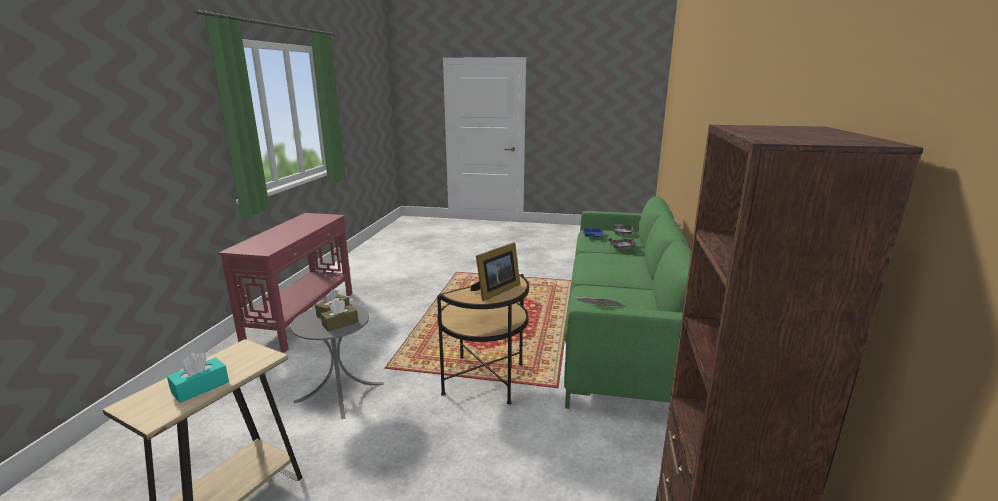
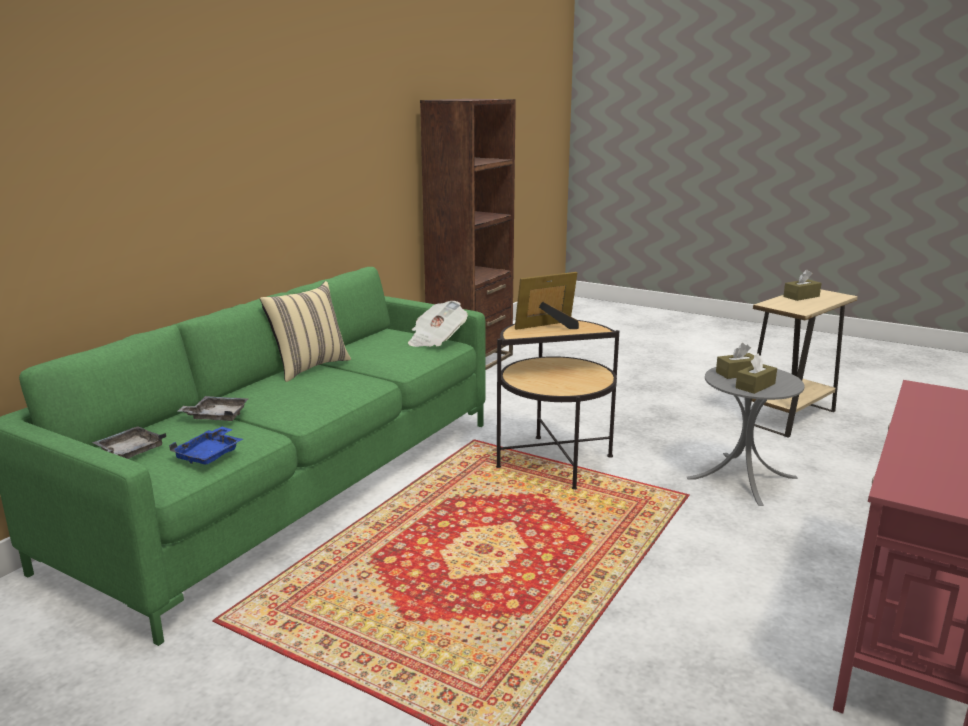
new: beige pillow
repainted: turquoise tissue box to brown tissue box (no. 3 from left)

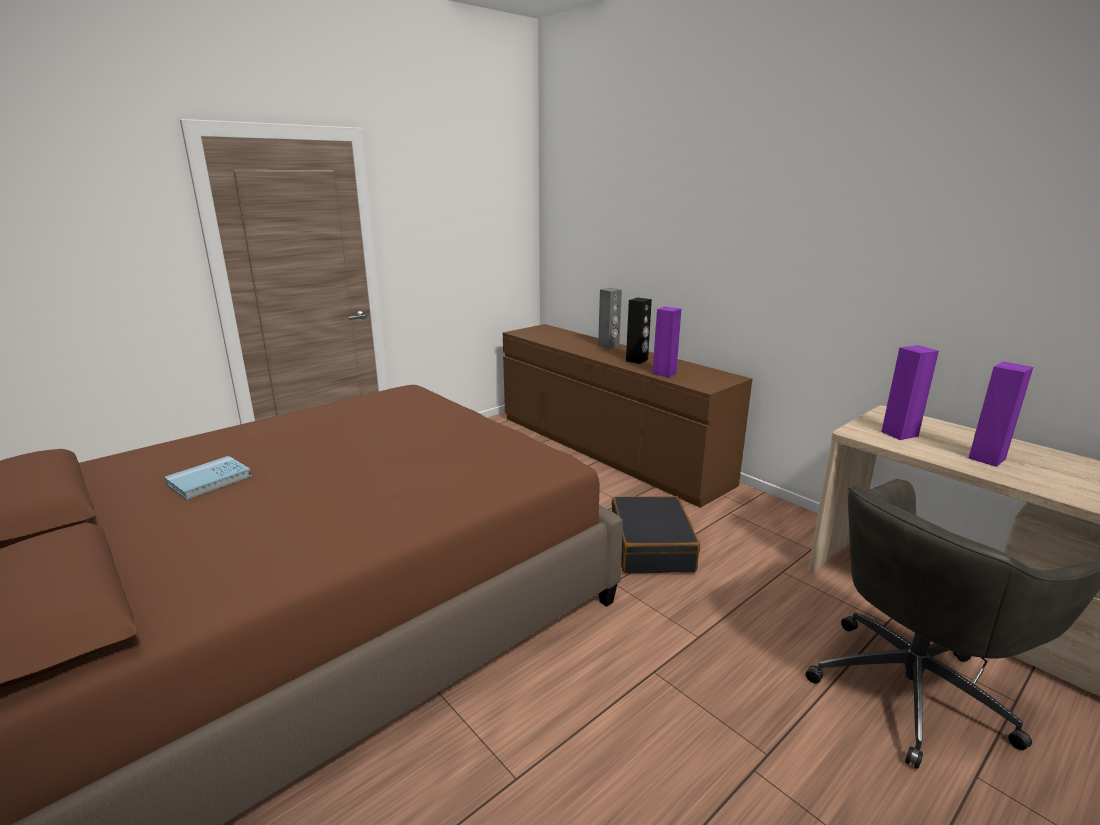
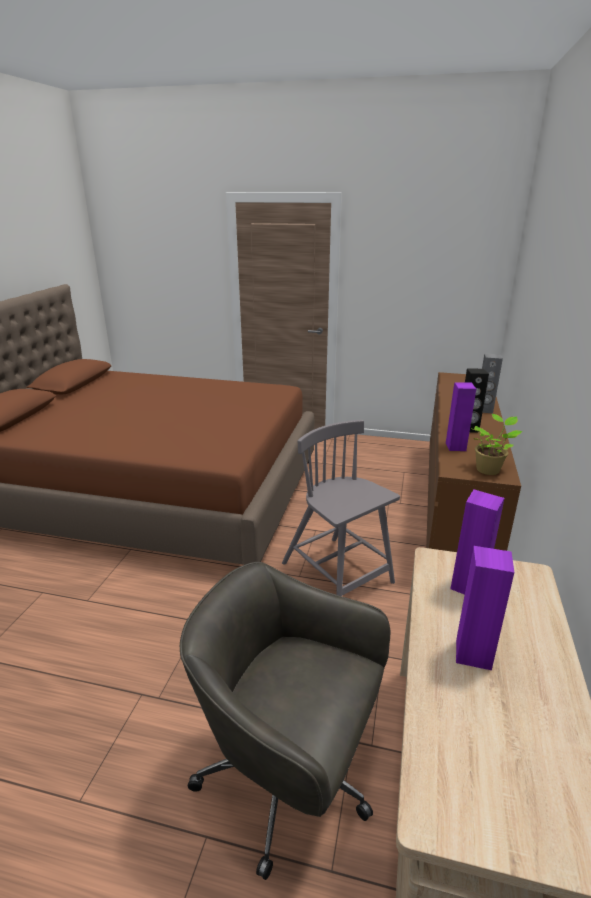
gone: blue book
new: potted plant
swapped: black suitcase to grey chair

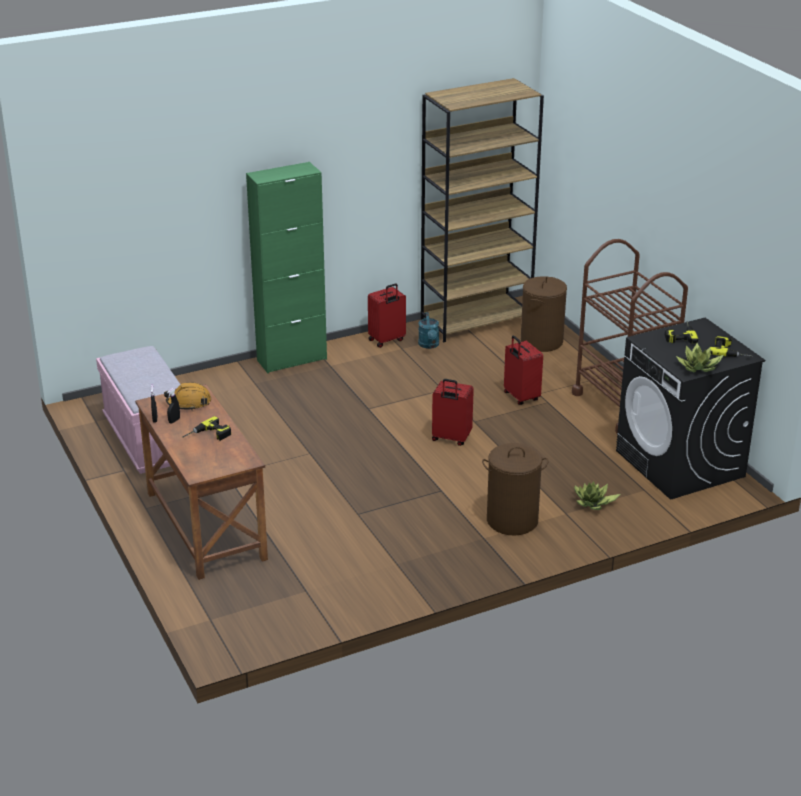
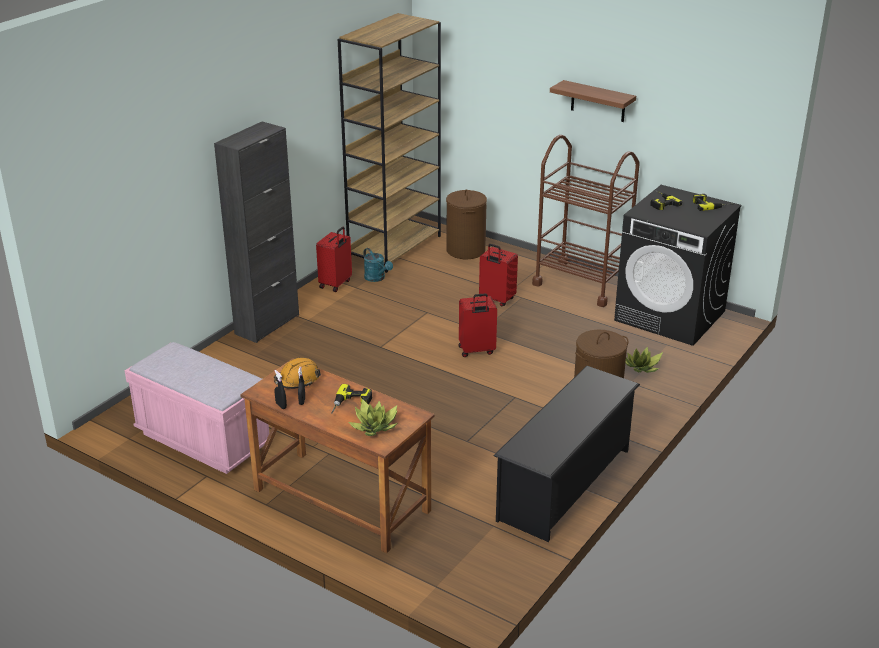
new: black shoe rack; shelf
shifted: potted plant (no. 2 from left in the first image) to potted plant (no. 1 from left)
repainted: green cabinet to black cabinet

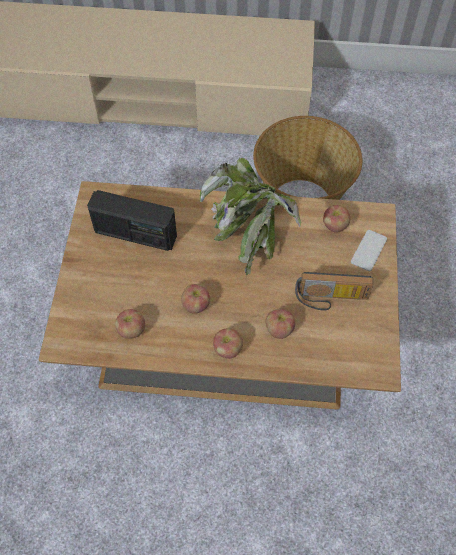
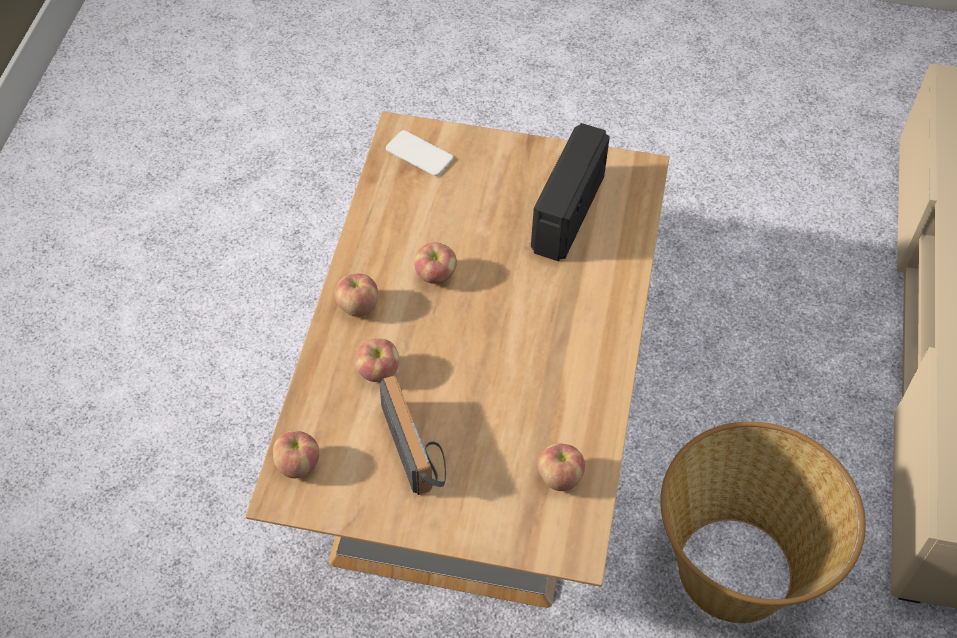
gone: potted plant
shifted: apple (no. 1 from left); phone
rotated: radio (no. 2 from left in the first image) 150 degrees clockwise

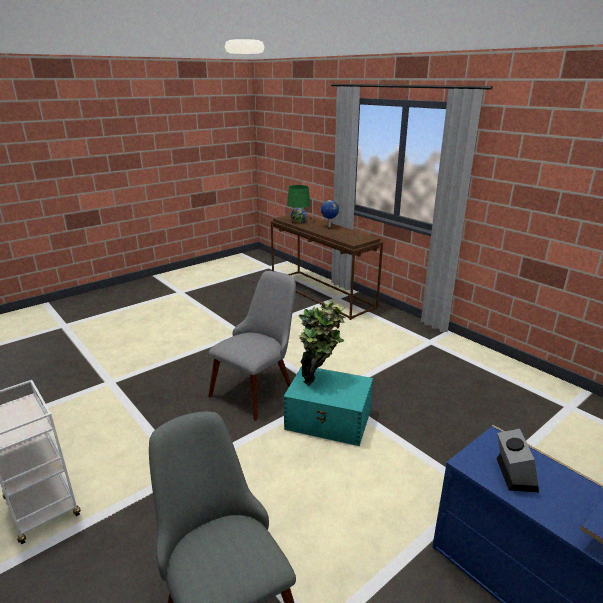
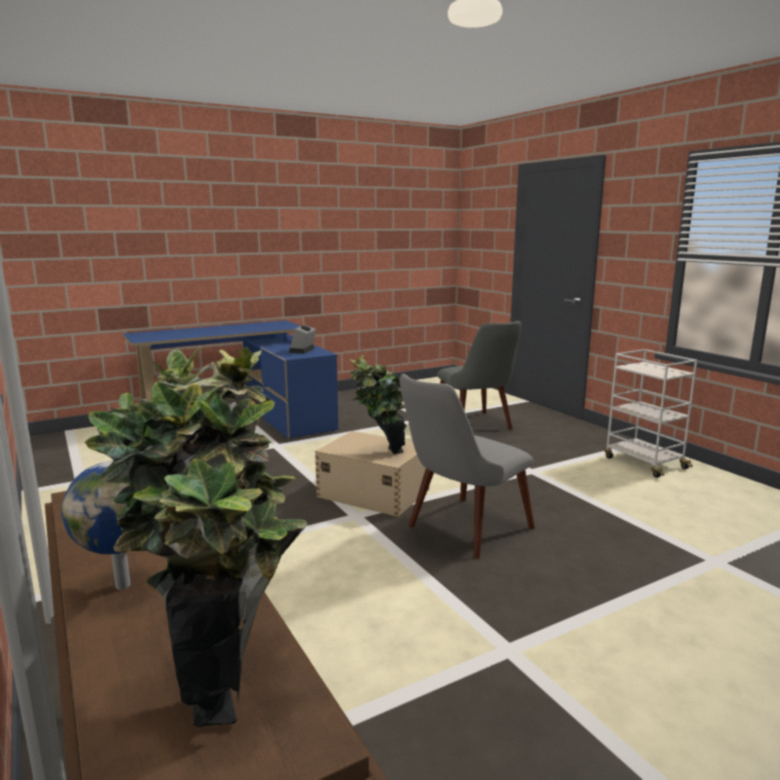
swapped: green table lamp to potted plant (no. 1 from left)
repainted: turquoise storage box to beige storage box

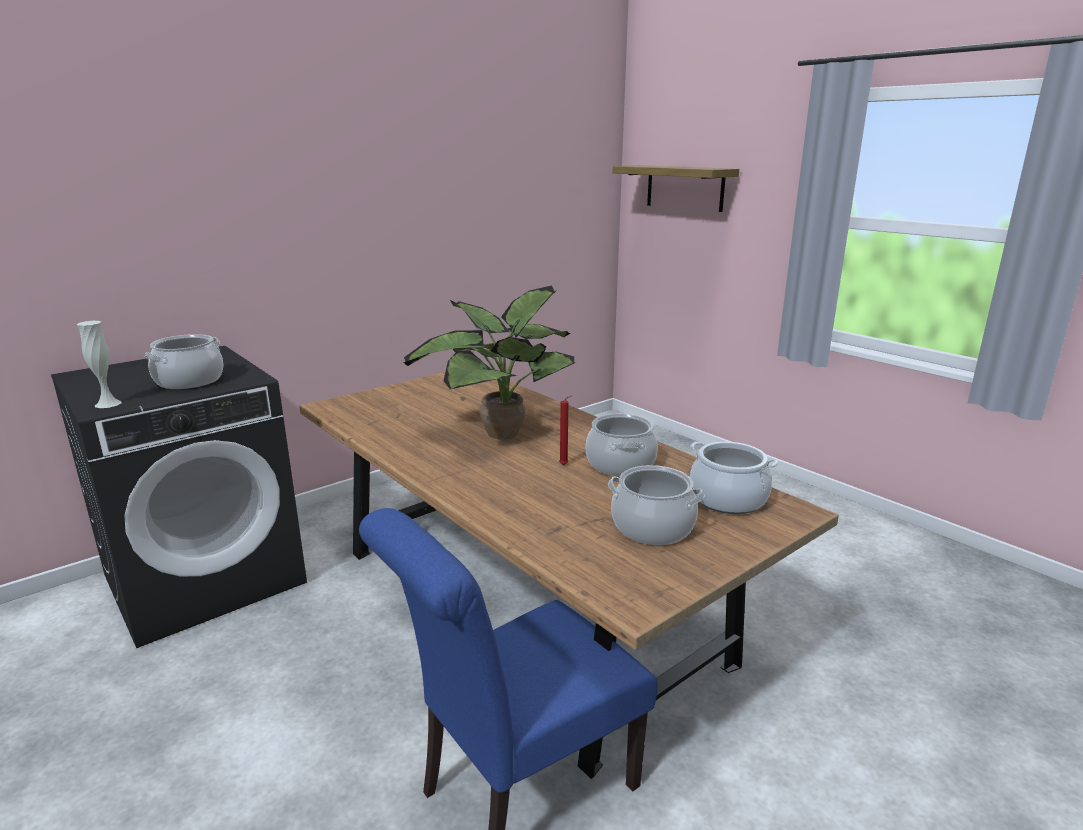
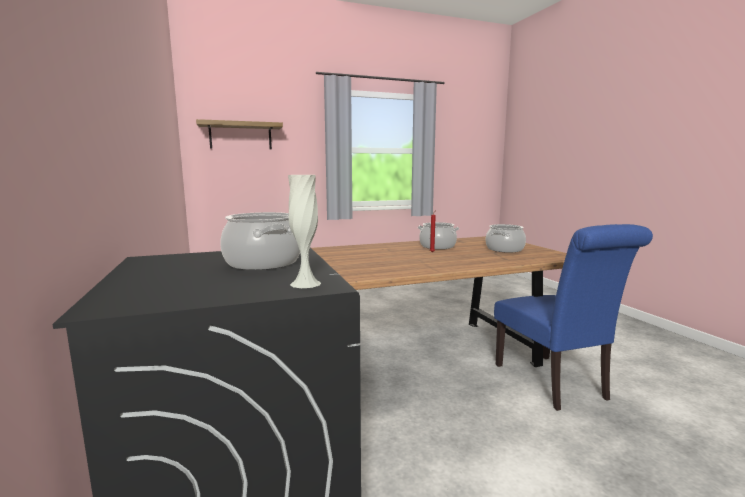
gone: potted plant; cooking pot (no. 4 from left)

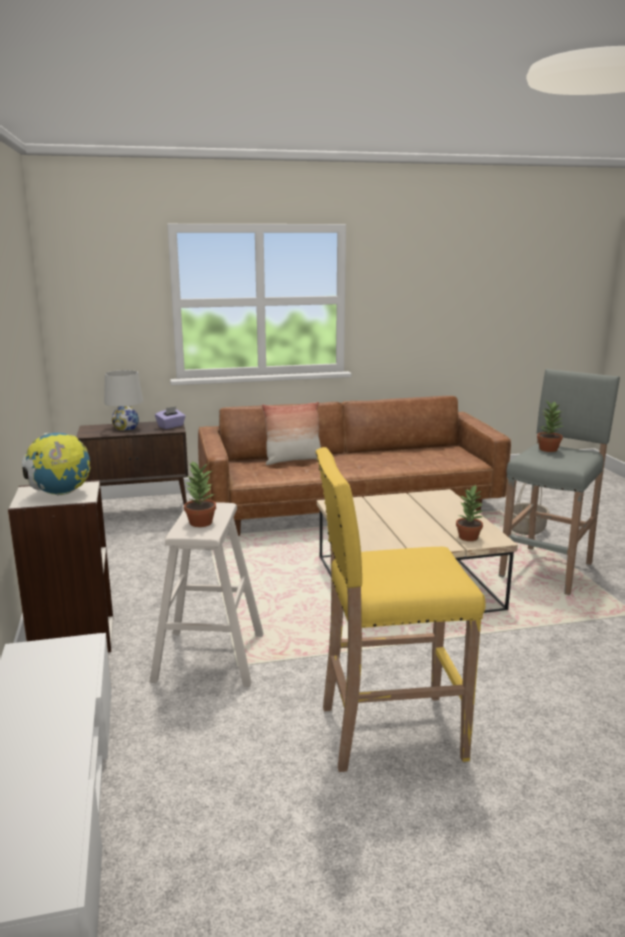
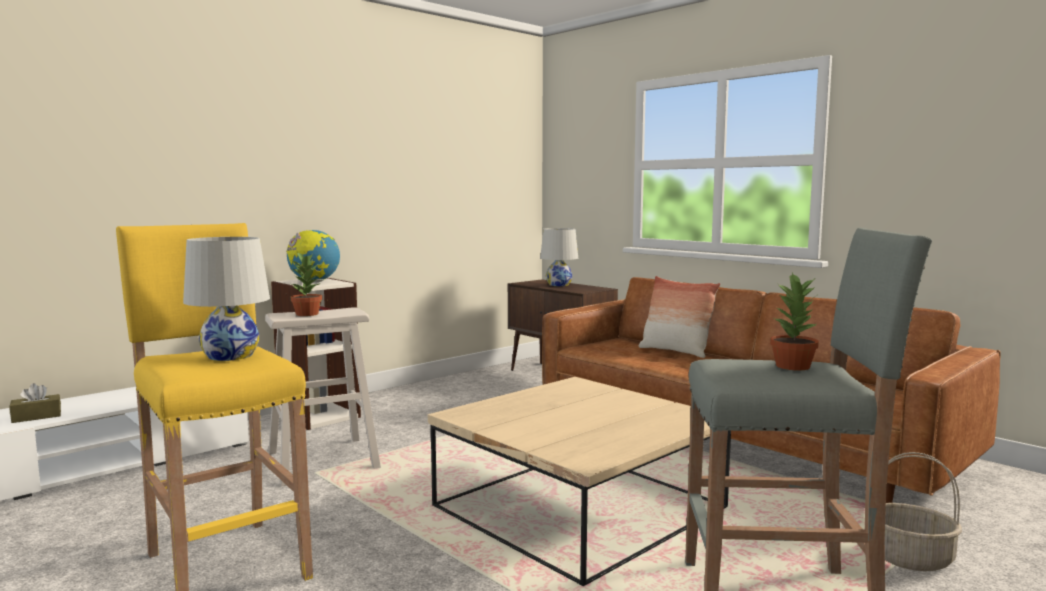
gone: purple tissue box; potted plant (no. 2 from left)
new: brown tissue box; white table lamp (no. 1 from left)

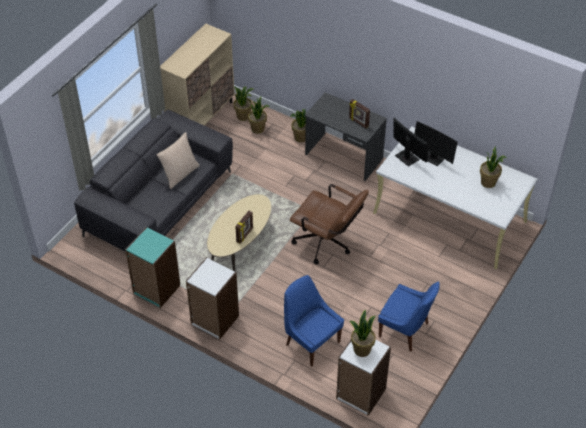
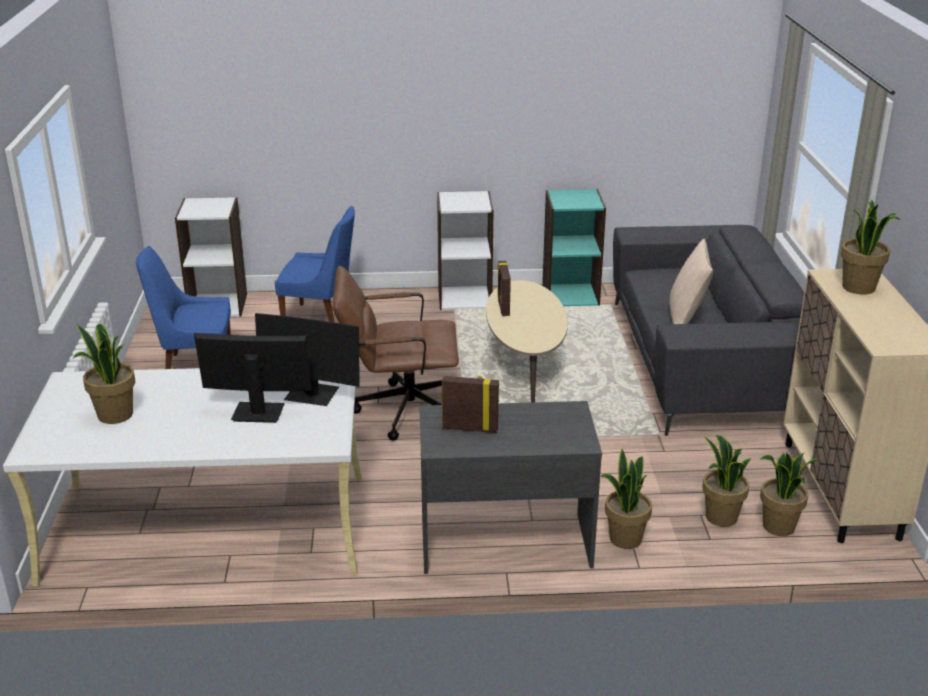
shifted: potted plant (no. 4 from left in the first image) to potted plant (no. 5 from left)

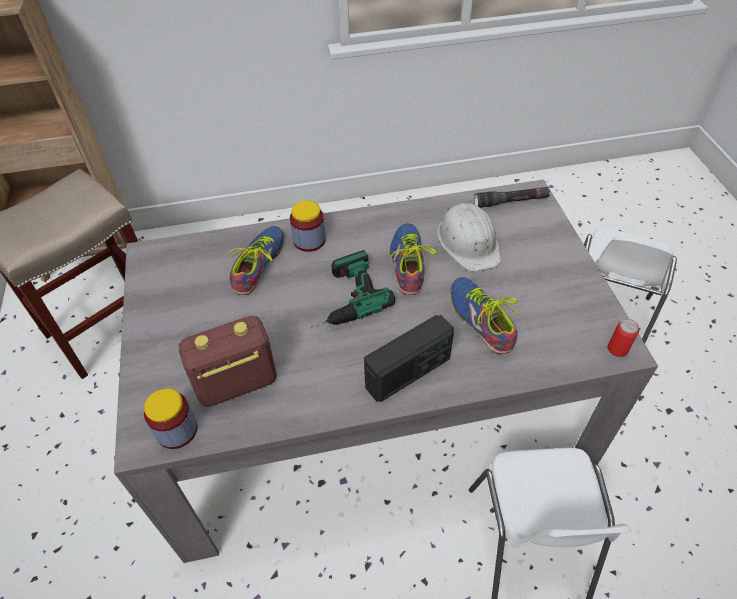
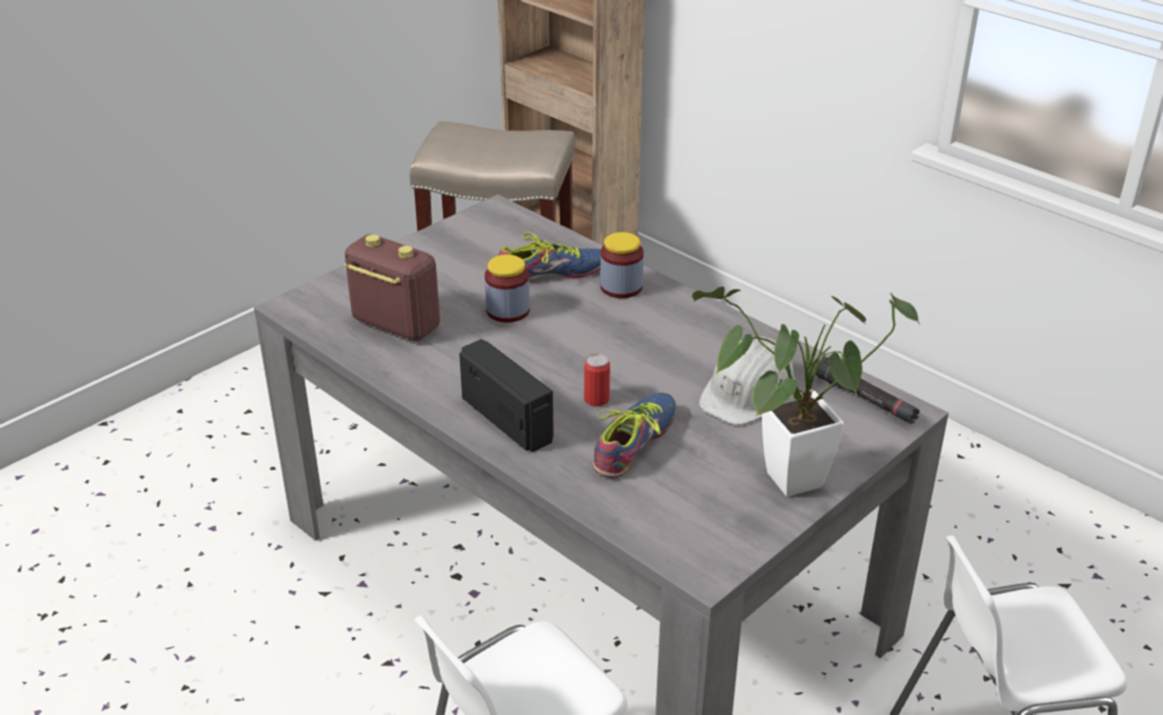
gone: power drill; shoe (no. 2 from left)
new: potted plant
shifted: jar (no. 1 from left); can
rotated: radio (no. 2 from left) 150 degrees counterclockwise

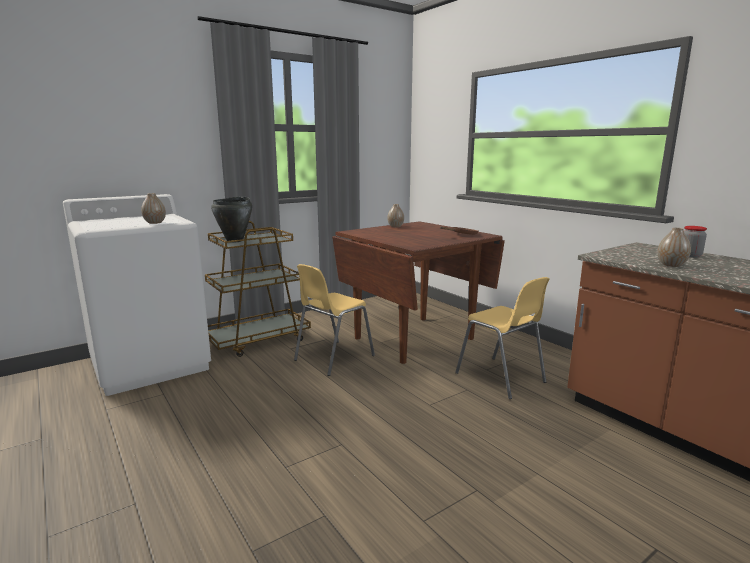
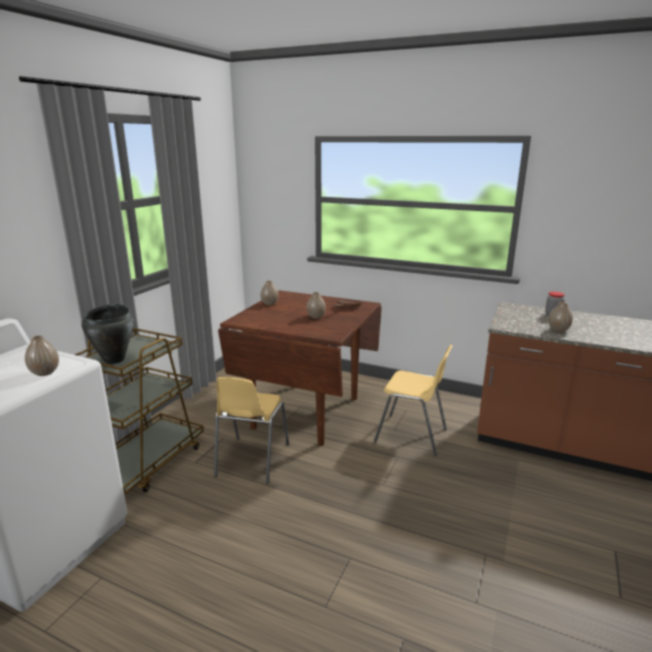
new: vase (no. 3 from left)

